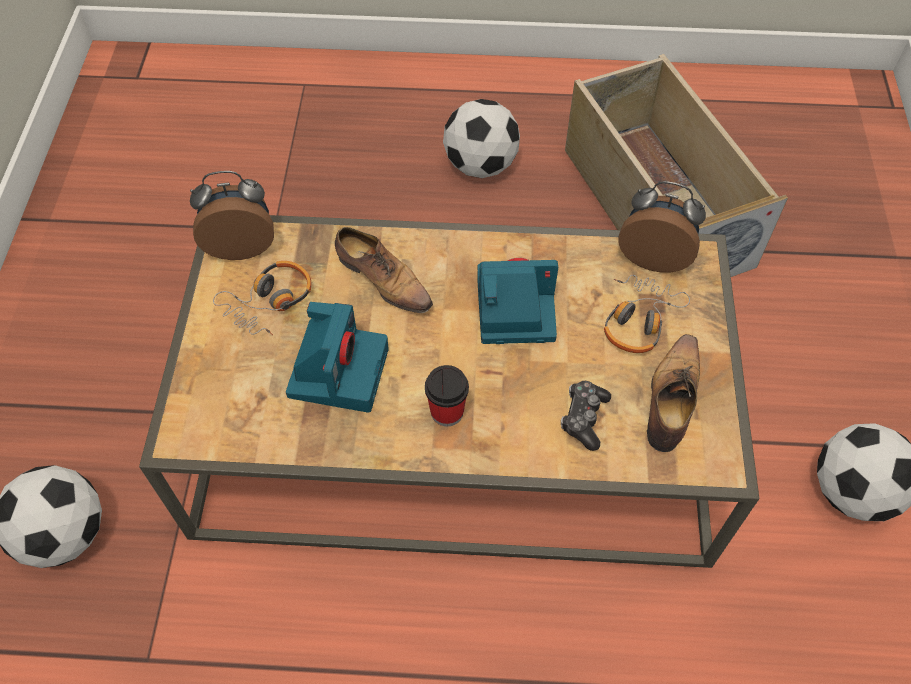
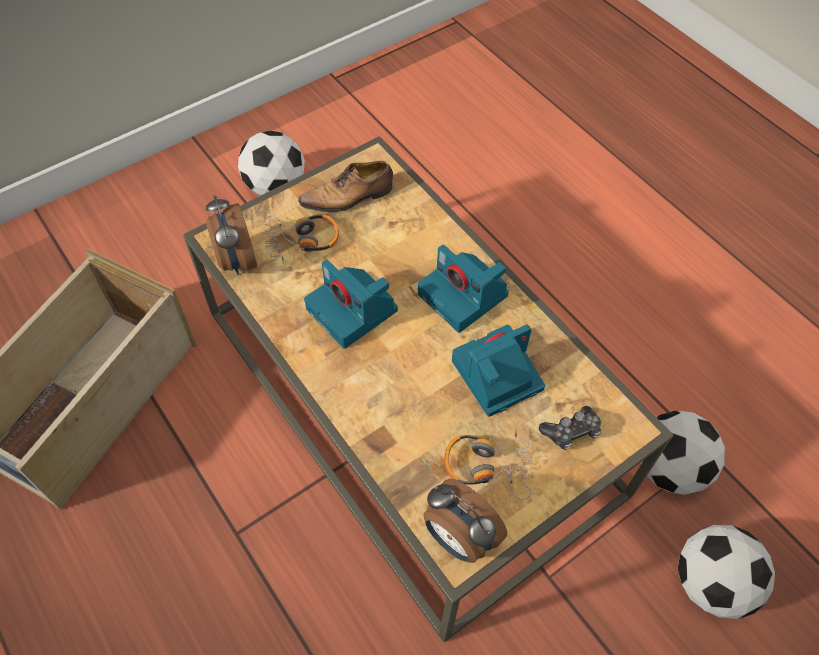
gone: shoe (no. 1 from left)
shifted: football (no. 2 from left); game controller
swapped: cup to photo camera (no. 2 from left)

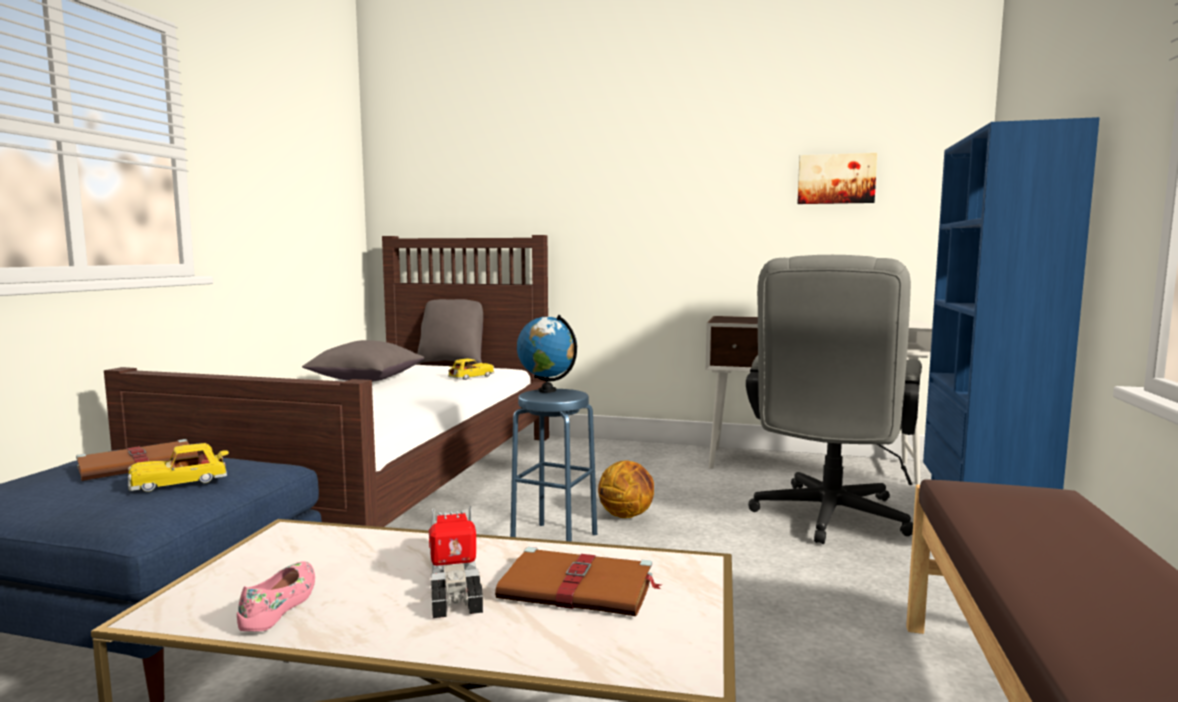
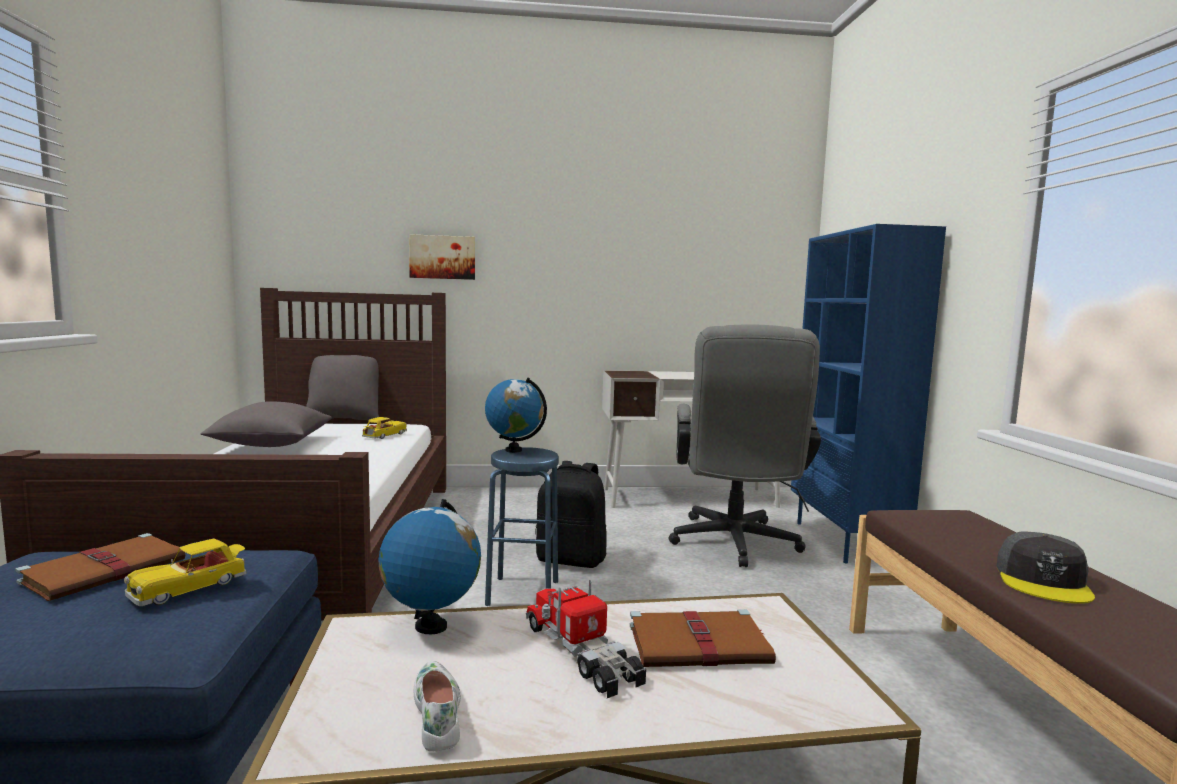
new: globe (no. 1 from left); grey cap
shifted: picture
swapped: basketball to black backpack
repainted: pink shoe to white shoe

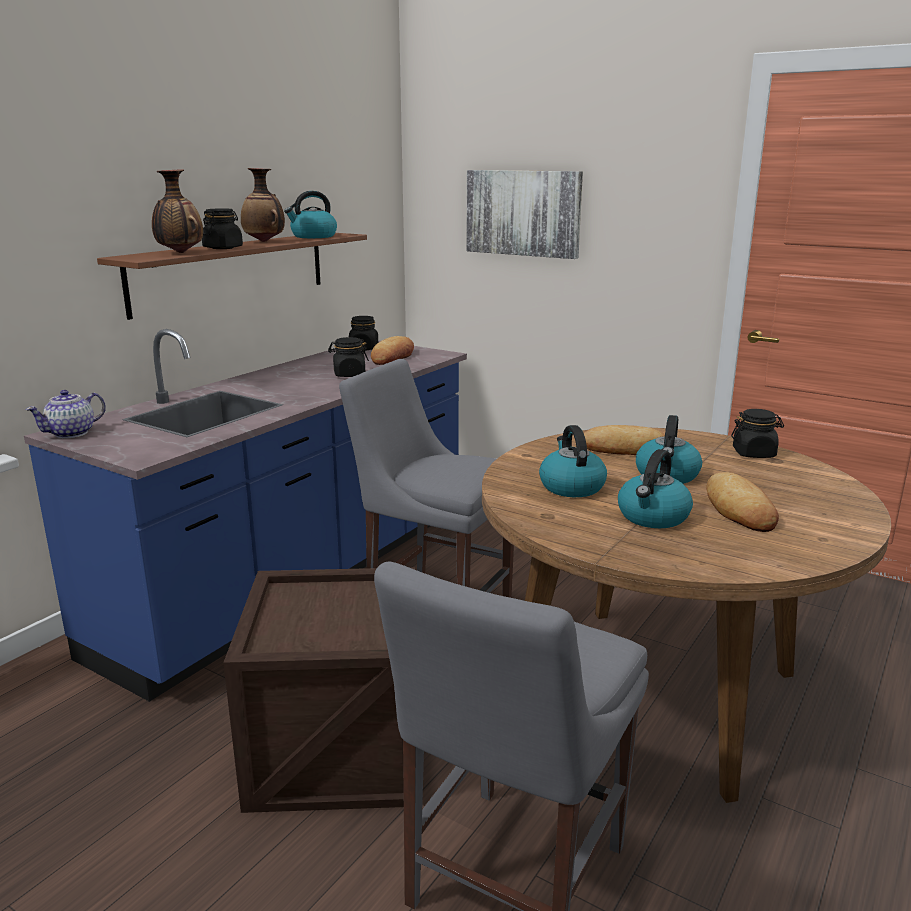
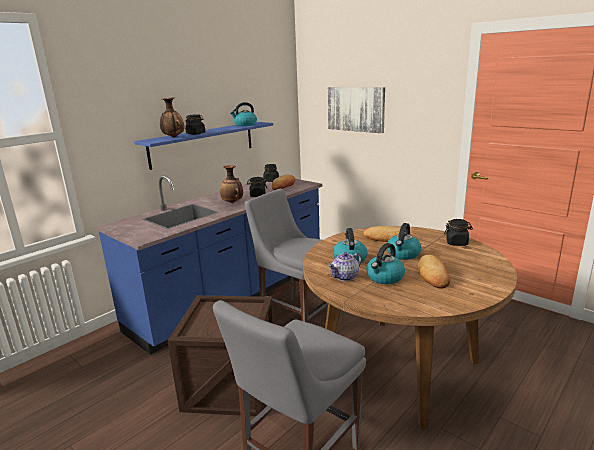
shifted: teapot; vase (no. 2 from left)
repainted: brown shelf to blue shelf

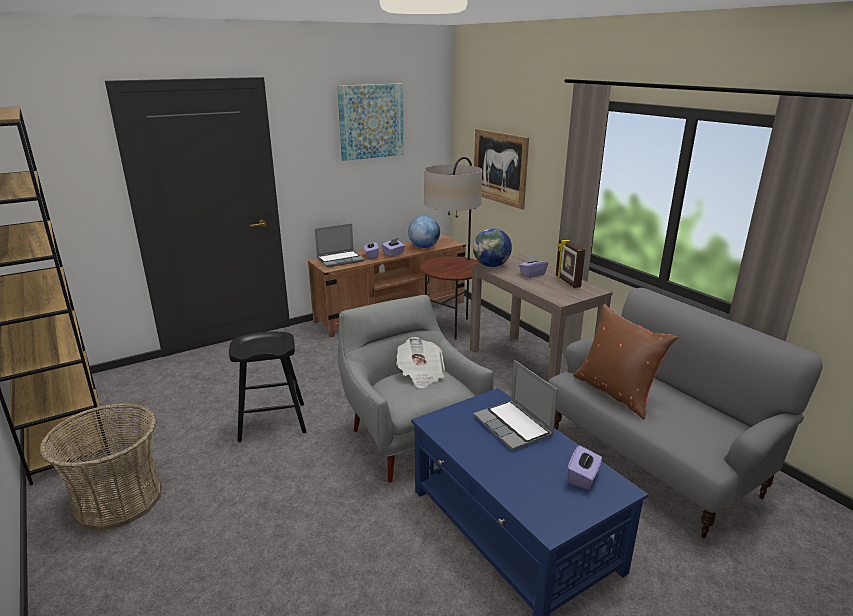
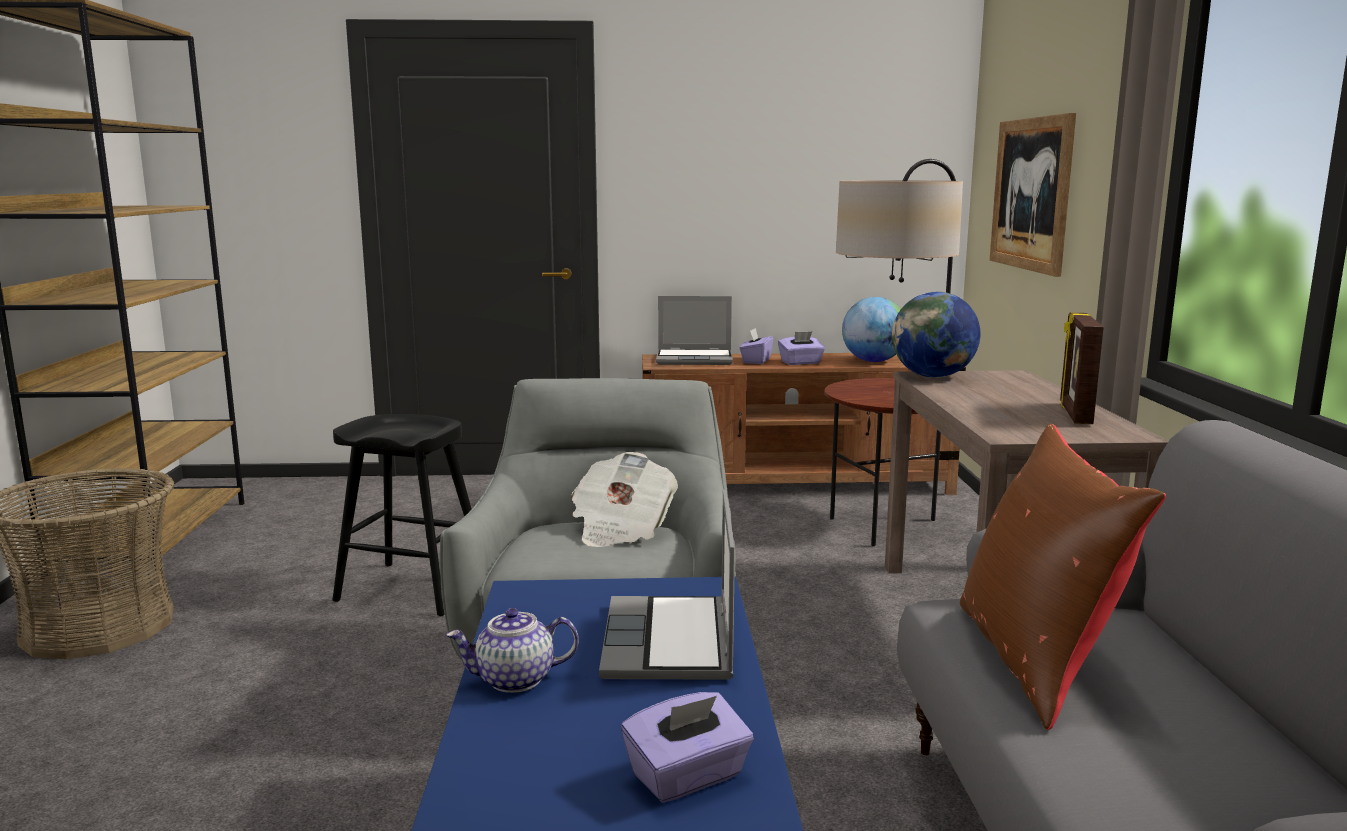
gone: picture (no. 1 from left); purple tissue box (no. 3 from left)
new: teapot

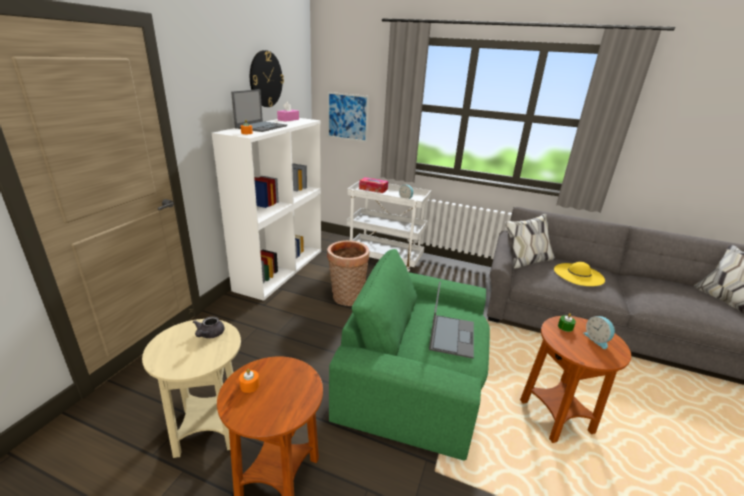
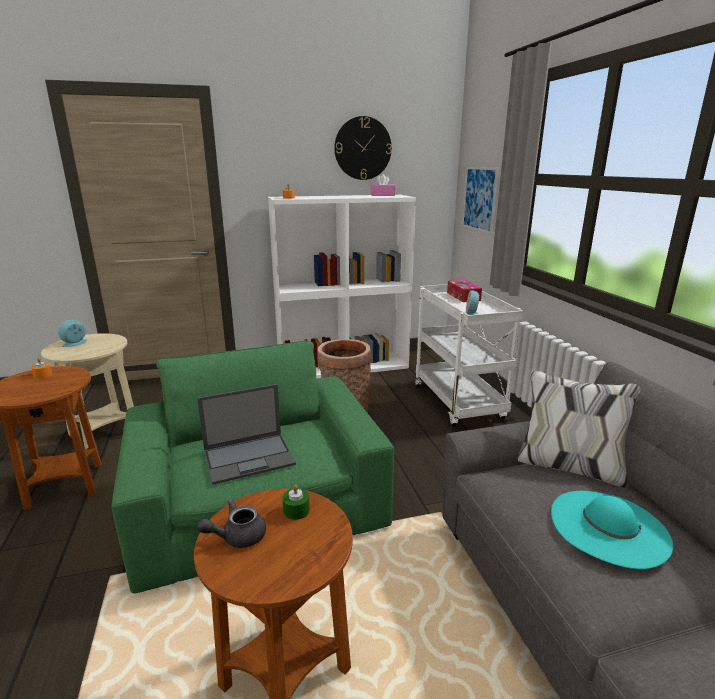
gone: laptop (no. 1 from left)
shifted: grey teapot; alarm clock (no. 2 from left in the first image) to alarm clock (no. 1 from left)
repainted: yellow hat to turquoise hat

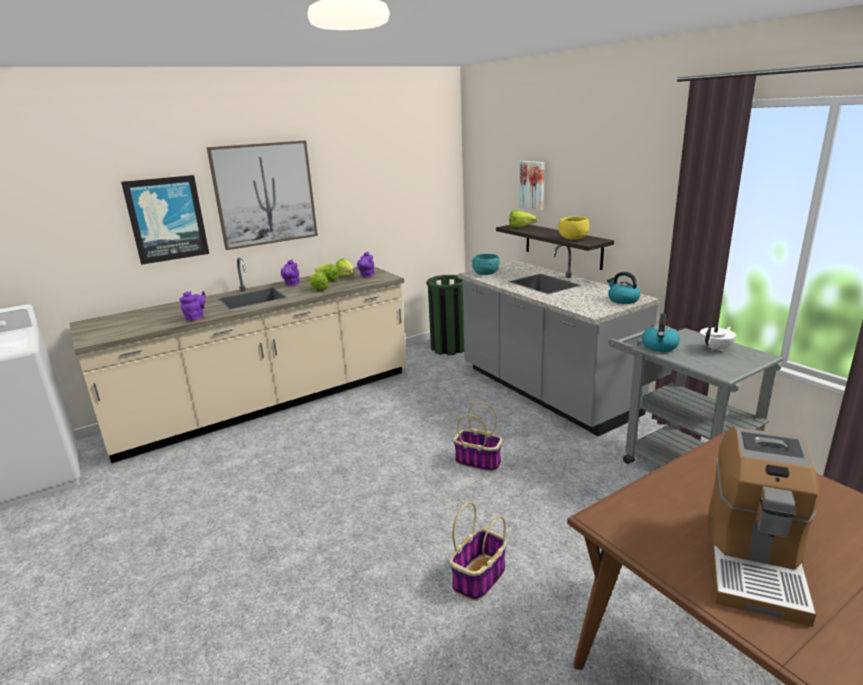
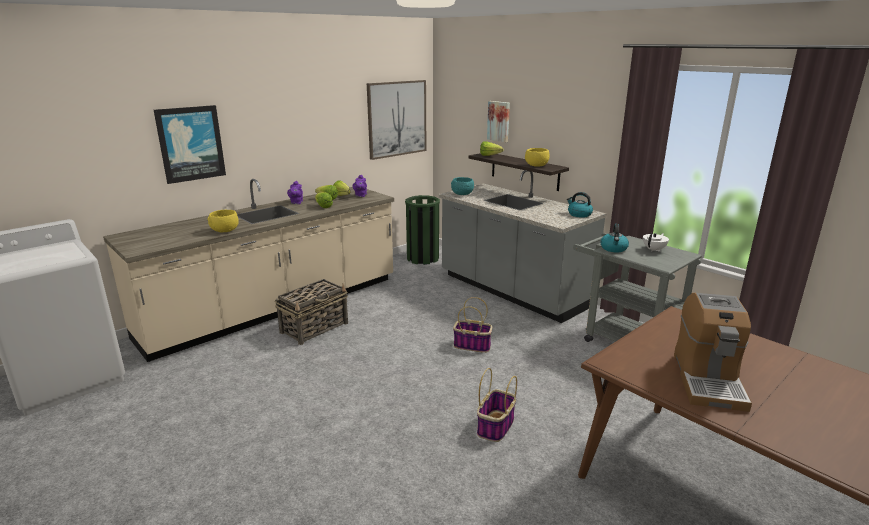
new: basket (no. 1 from left)
shifted: picture (no. 2 from left)
swapped: purple teapot (no. 1 from left) to yellow bowl (no. 1 from left)

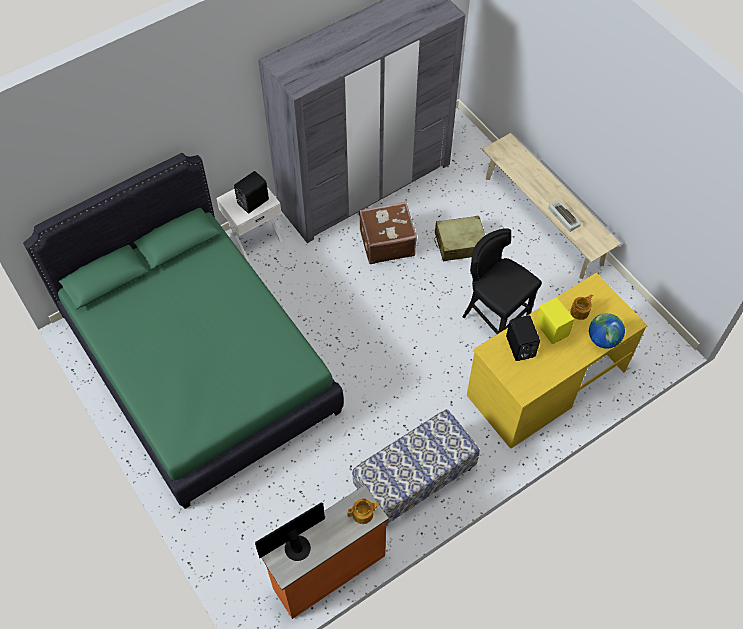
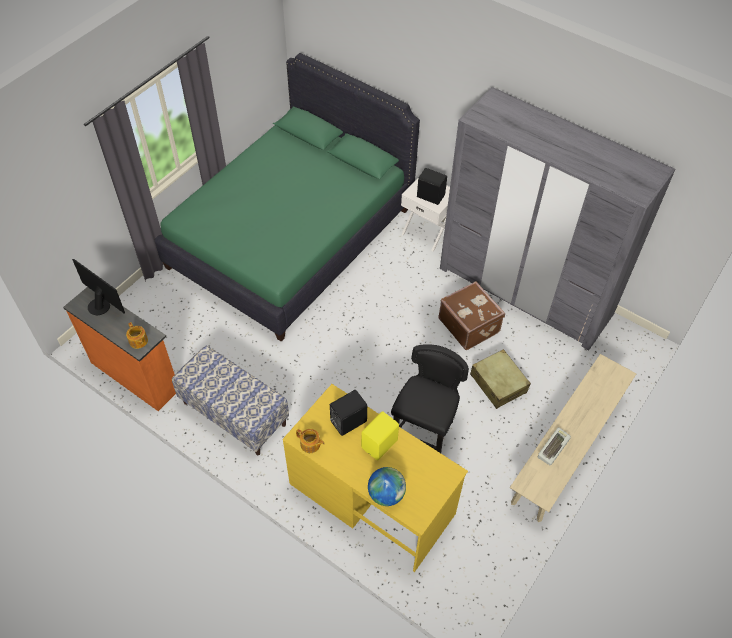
shifted: teapot (no. 2 from left)

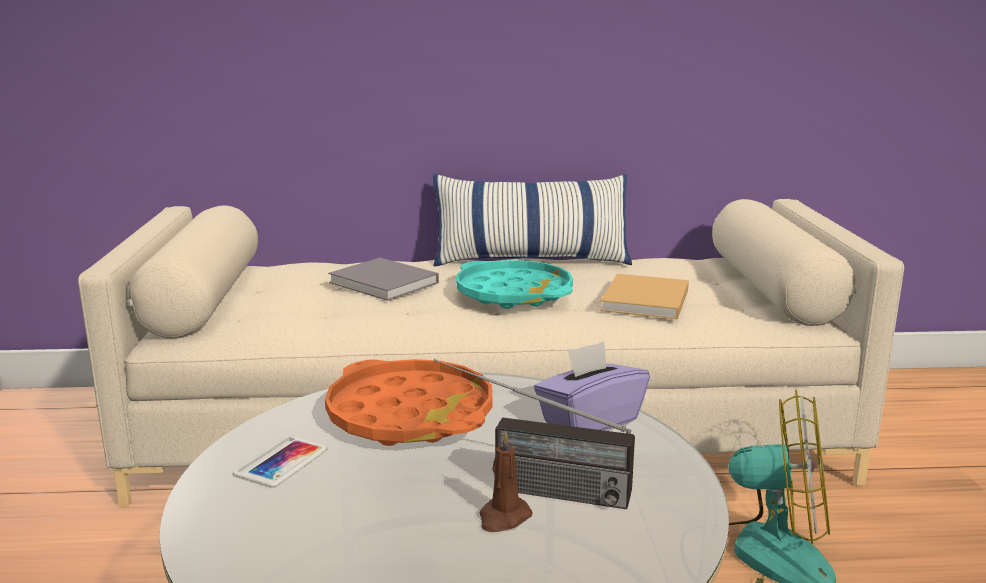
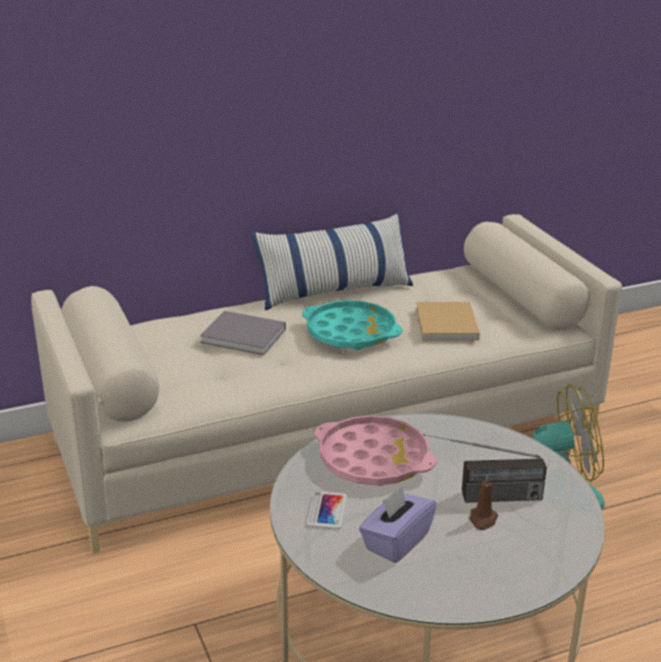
shifted: purple tissue box
repainted: orange tray to pink tray

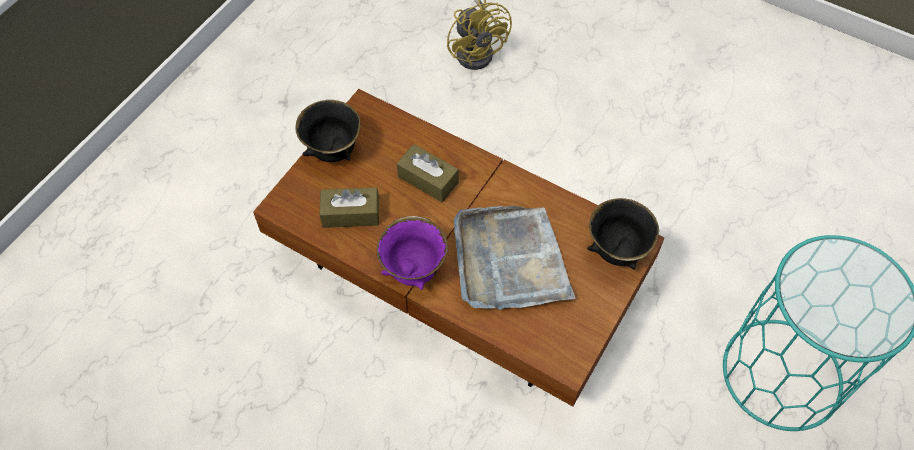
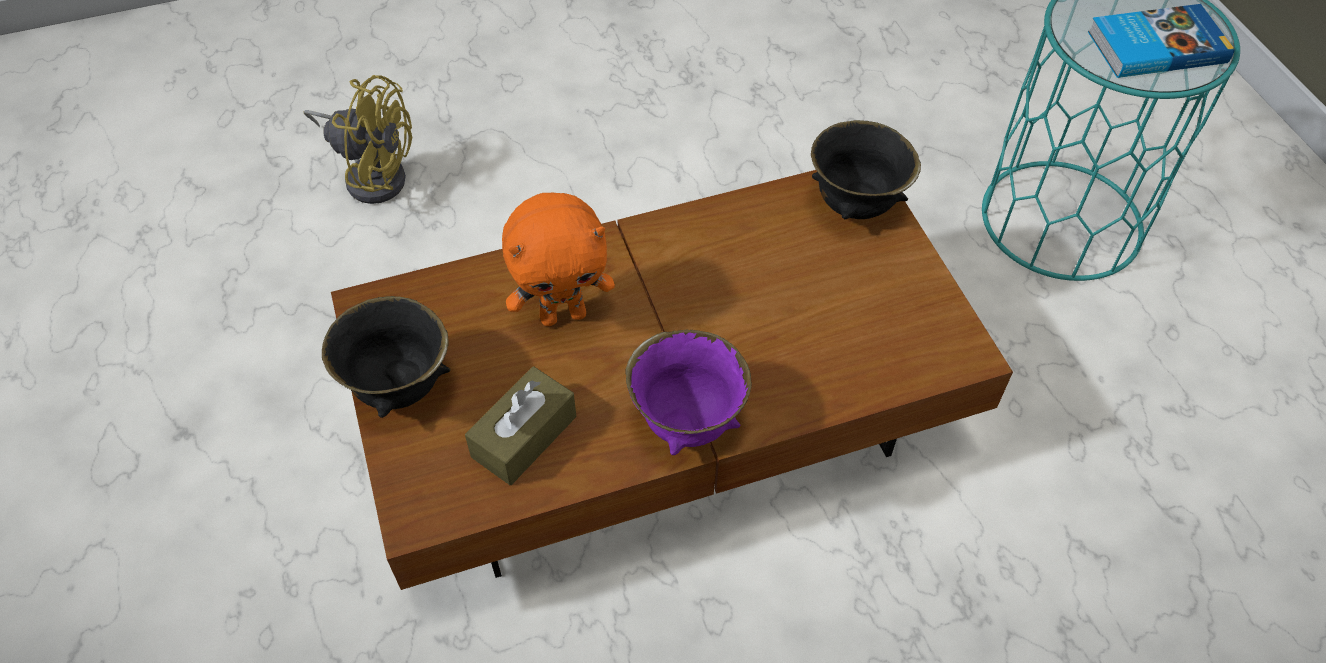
gone: grey tray
new: book
swapped: brown tissue box (no. 2 from left) to orange plush toy

